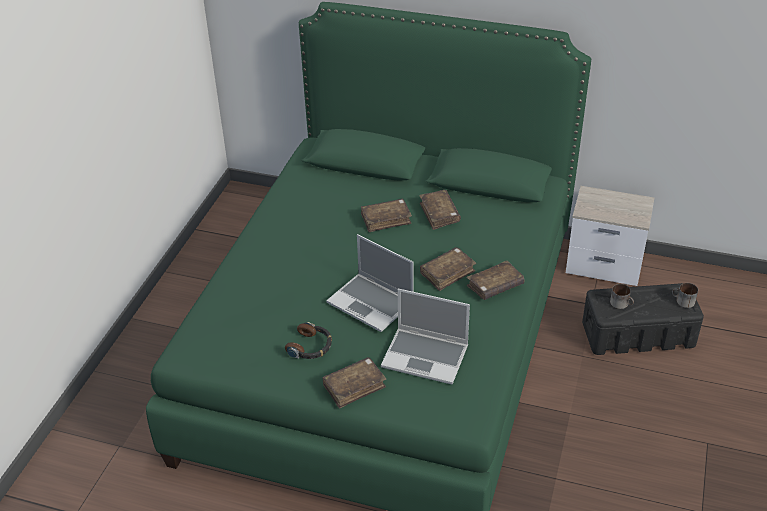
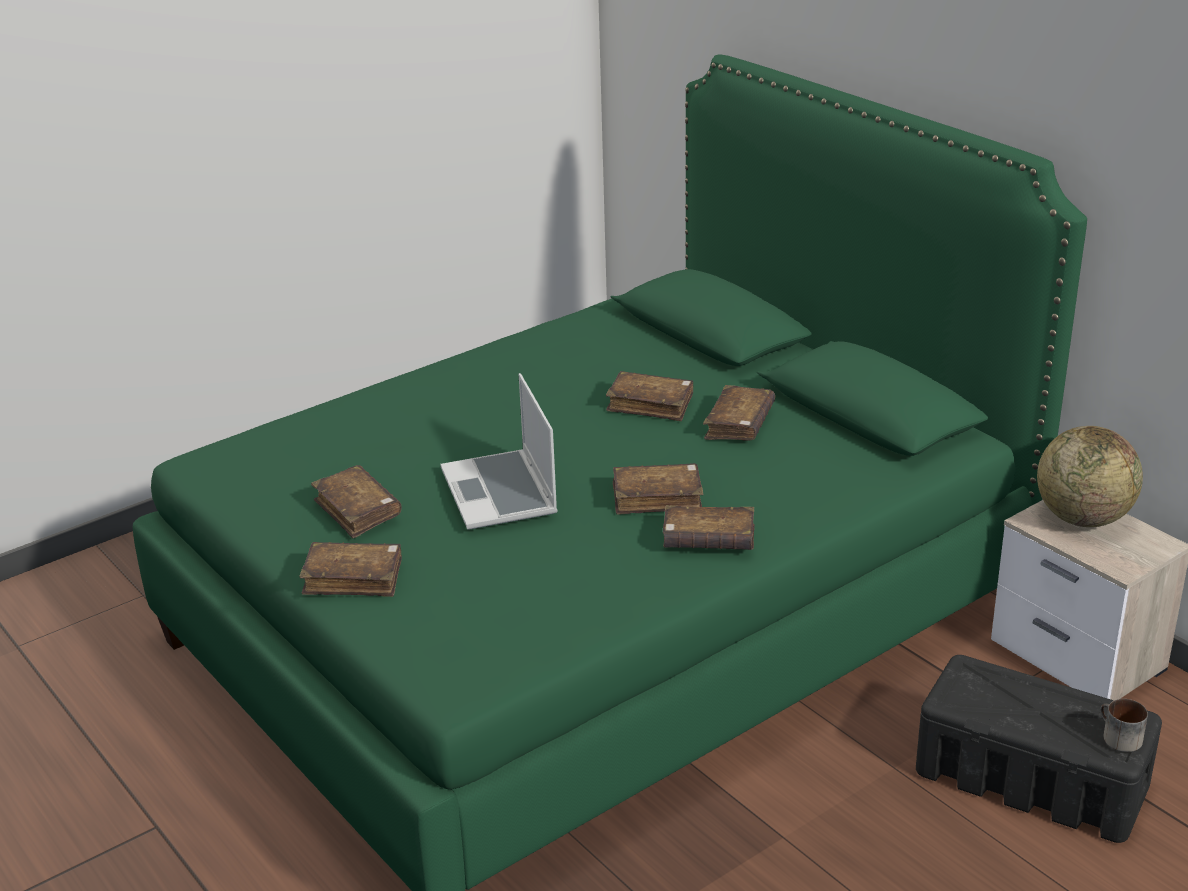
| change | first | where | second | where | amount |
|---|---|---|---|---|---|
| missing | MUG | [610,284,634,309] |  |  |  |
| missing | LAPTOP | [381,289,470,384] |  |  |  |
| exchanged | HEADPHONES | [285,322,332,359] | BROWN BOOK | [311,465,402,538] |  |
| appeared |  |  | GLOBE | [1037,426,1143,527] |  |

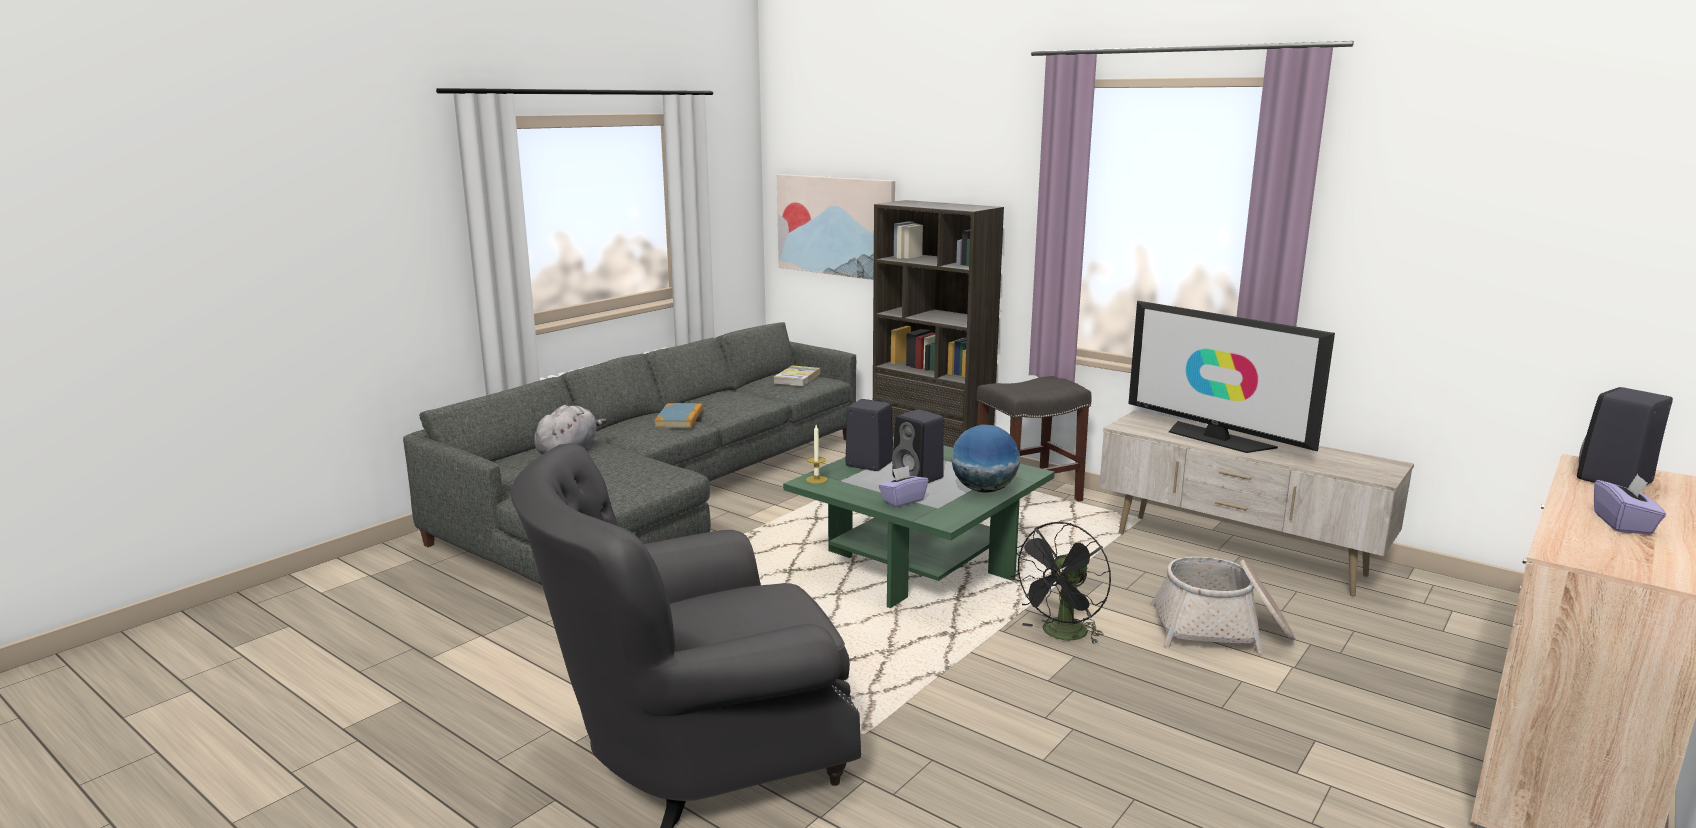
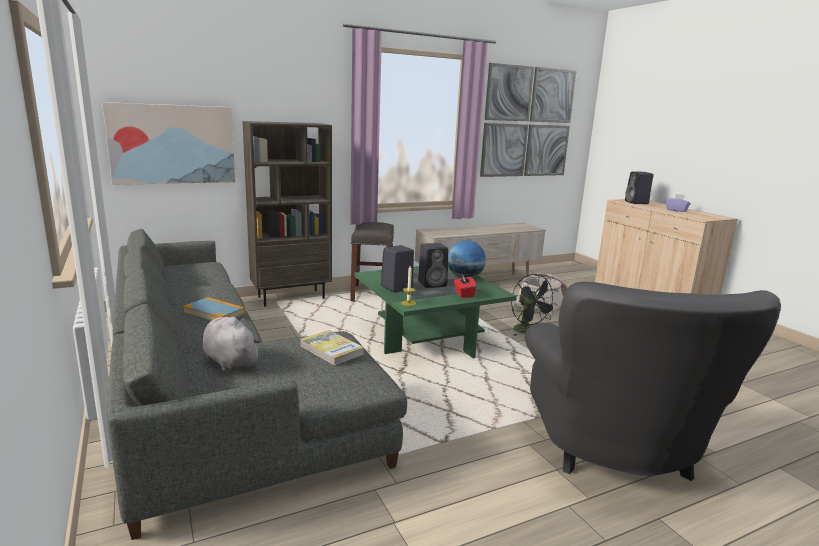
| change | first | where | second | where | amount |
|---|---|---|---|---|---|
| missing | TELEVISION | [1128,301,1335,453] |  |  |  |
| relocated | BOOK | [774,365,820,386] |  | [300,330,364,365] |  |
| colour | PURPLE TISSUE BOX | [879,466,929,507] | RED TISSUE BOX | [454,274,476,298] |  |
| appeared |  |  | PICTURE | [480,63,577,177] |  |

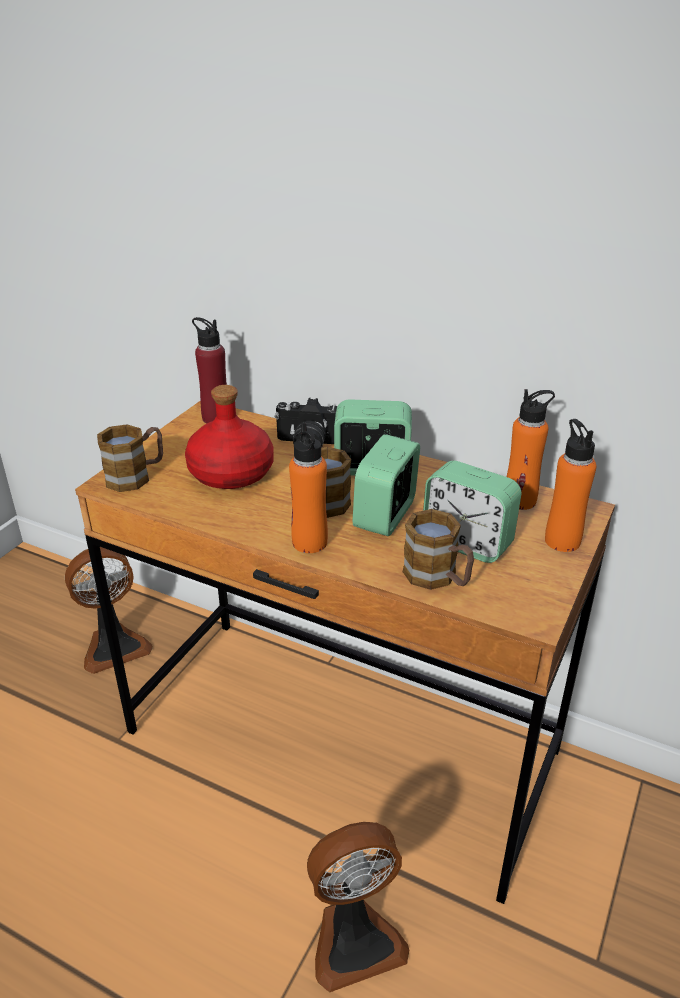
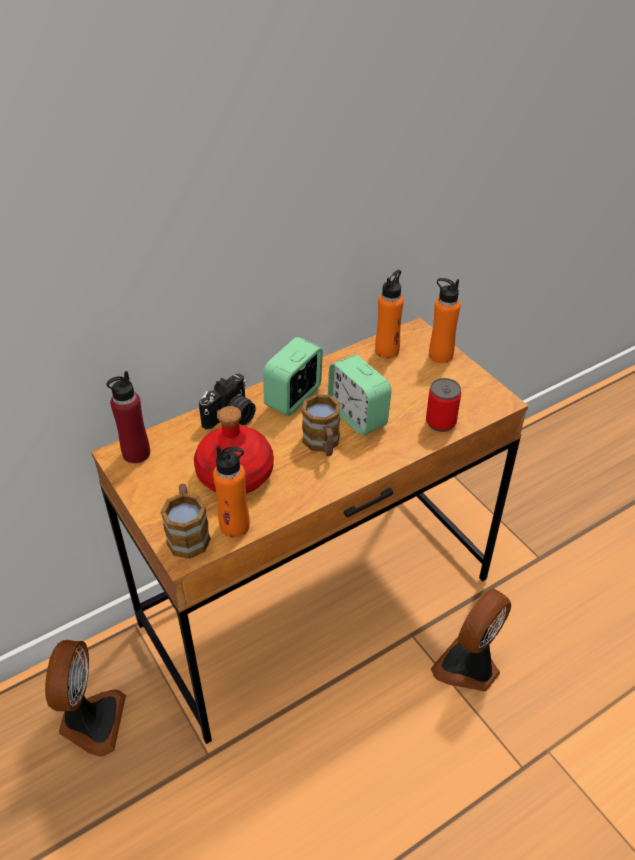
| change | first | where | second | where | amount |
|---|---|---|---|---|---|
| relocated | ORANGE BOTTLE | [289,422,328,553] |  | [213,446,250,537] |  |
| missing | ALARM CLOCK | [423,461,522,563] |  |  |  |
| exchanged | MUG | [403,509,474,590] | CAN | [426,378,461,432] |  |
| spun | FAN | [307,822,409,993] |  | [430,589,511,692] | 150 degrees counterclockwise |

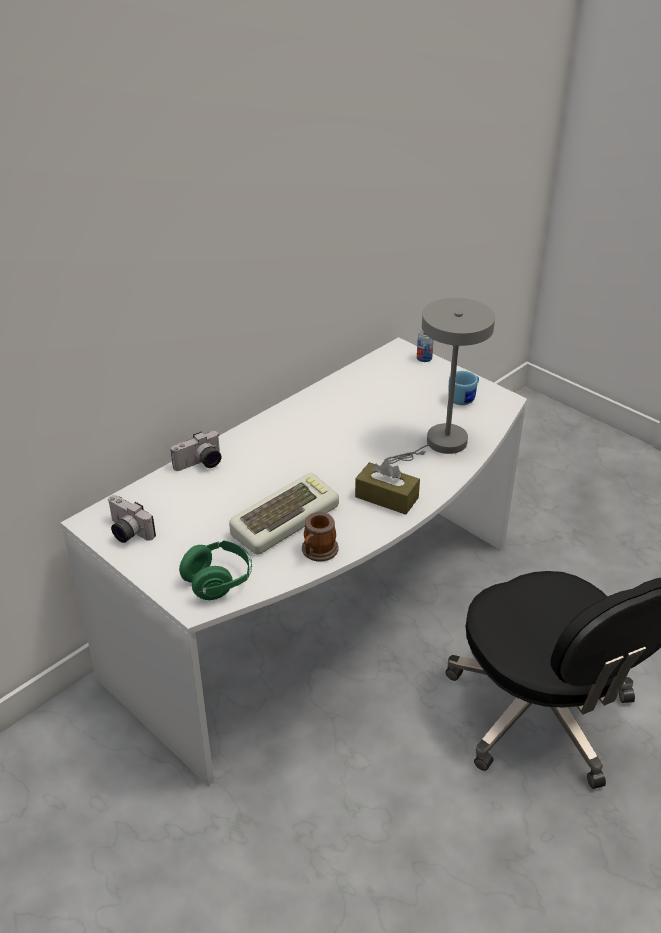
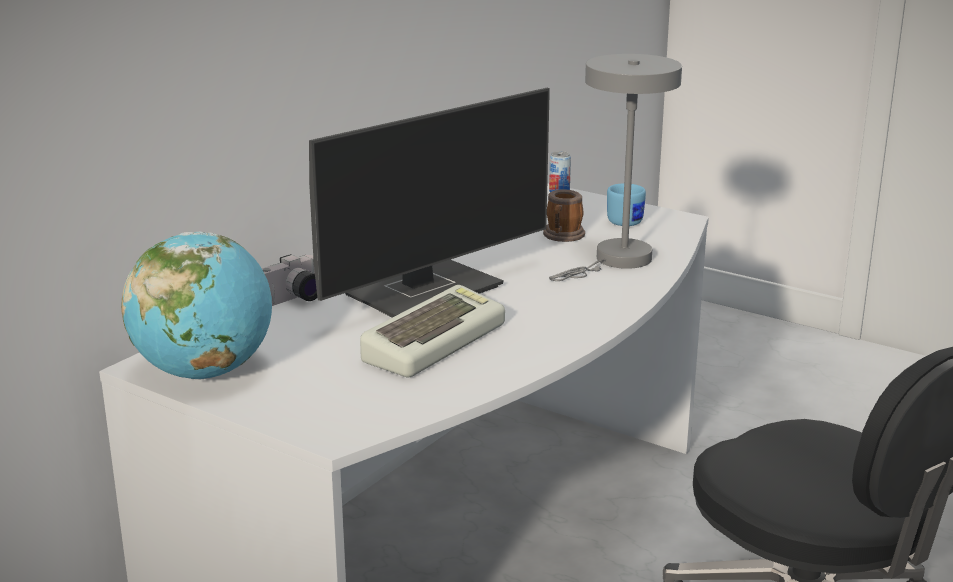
| change | first | where | second | where | amount |
|---|---|---|---|---|---|
| missing | BROWN TISSUE BOX | [355,460,420,515] |  |  |  |
| exchanged | PHOTO CAMERA | [108,495,156,543] | GLOBE | [121,232,272,379] |  |
| relocated | MUG | [302,512,339,562] |  | [543,189,585,242] |  |
| missing | GREEN HEADPHONES | [179,541,252,600] |  |  |  |
| appeared |  |  | MONITOR | [309,88,550,318] |  |

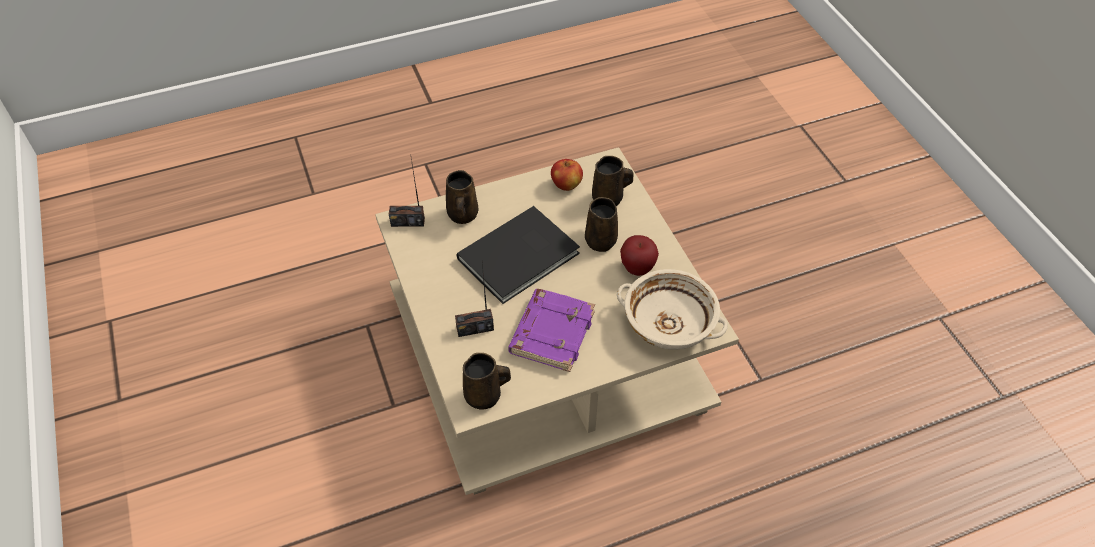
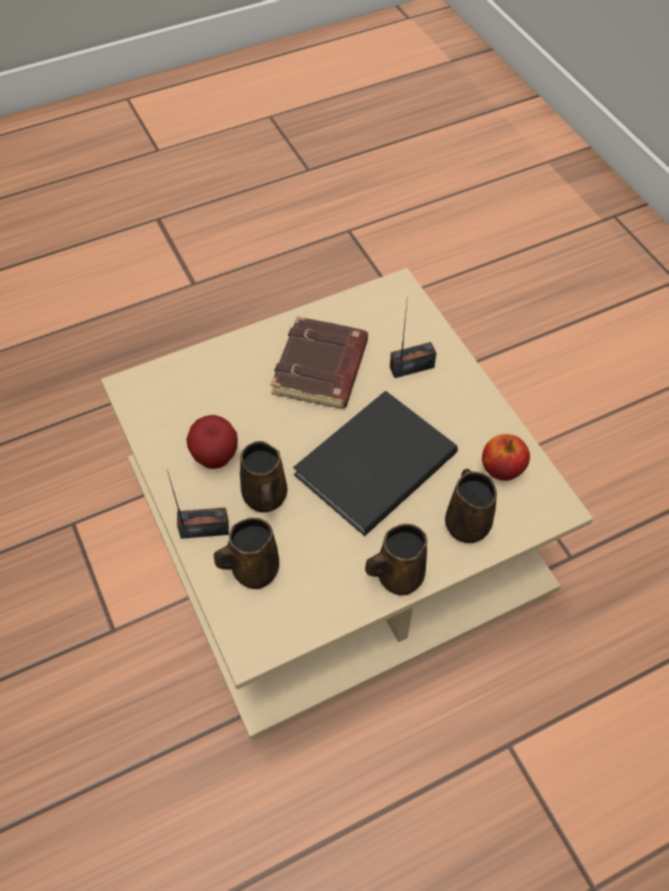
| change | first | where | second | where | amount |
|---|---|---|---|---|---|
| relocated | RADIO | [389,159,425,227] |  | [167,470,229,539] |  |
| relocated | APPLE | [551,159,583,191] |  | [482,434,530,481] |  |
| missing | BEIGE BOWL | [617,269,728,349] |  |  |  |
| colour | PURPLE BOOK | [508,289,595,372] | BROWN BOOK | [271,316,368,408] |  |
| relocated | BROWN MUG | [463,353,511,410] |  | [365,524,427,595] |  |

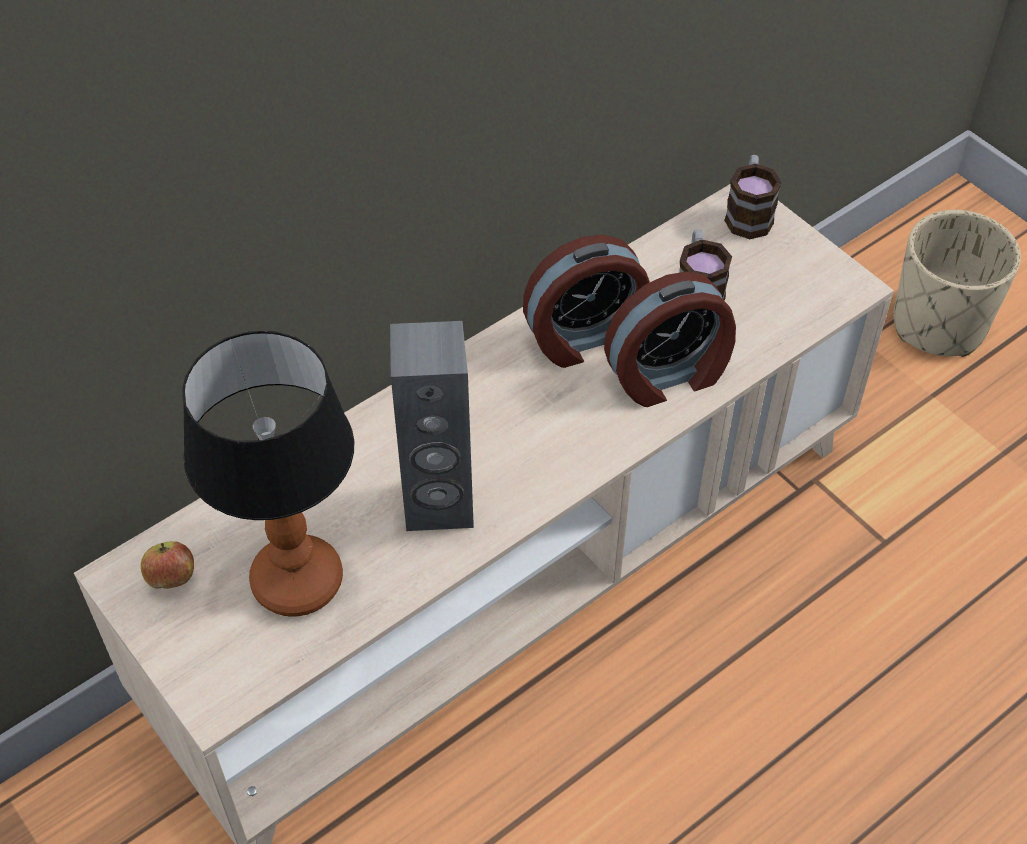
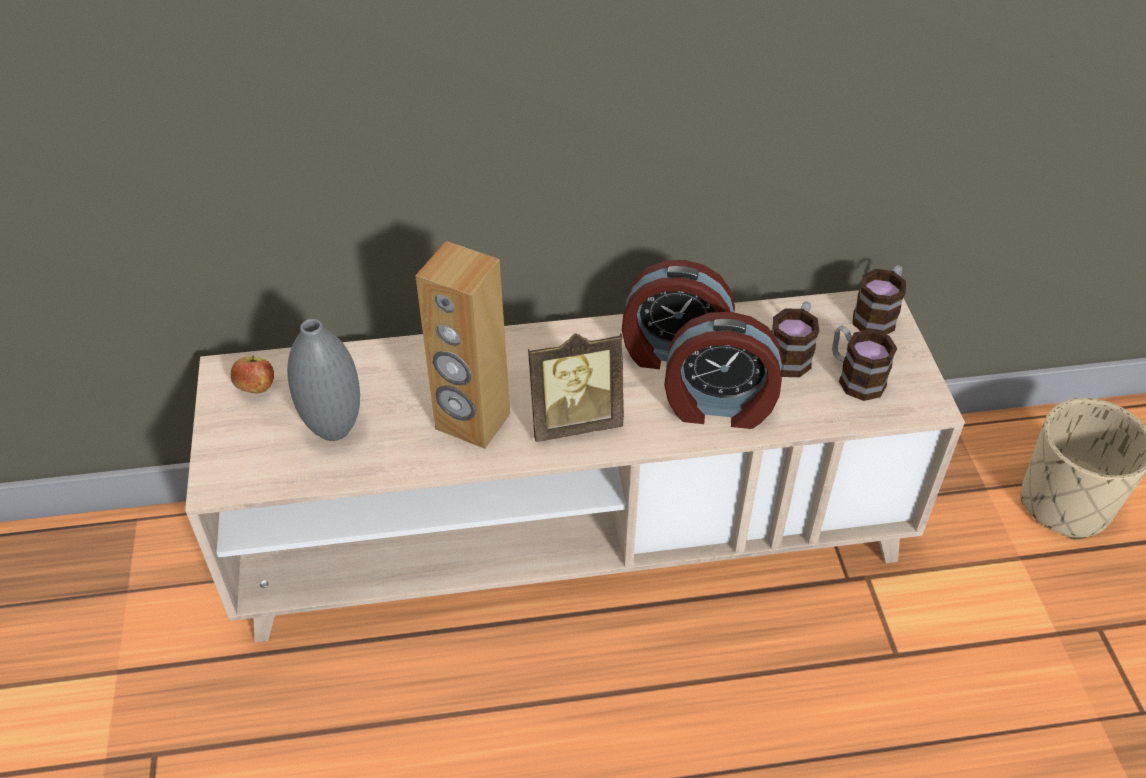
| change | first | where | second | where | amount |
|---|---|---|---|---|---|
| colour | GREY SPEAKER | [390,321,474,531] | BROWN SPEAKER | [415,241,510,449] |  |
| exchanged | TABLE LAMP | [182,331,354,617] | GREY VASE | [287,319,360,441] |  |
| appeared |  |  | MUG | [832,325,898,401] |  |
| appeared |  |  | PICTURE FRAME | [528,333,624,442] |  |

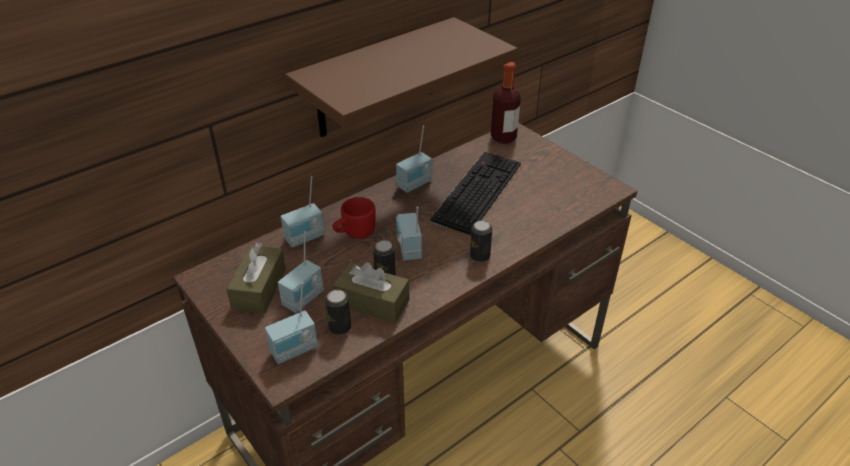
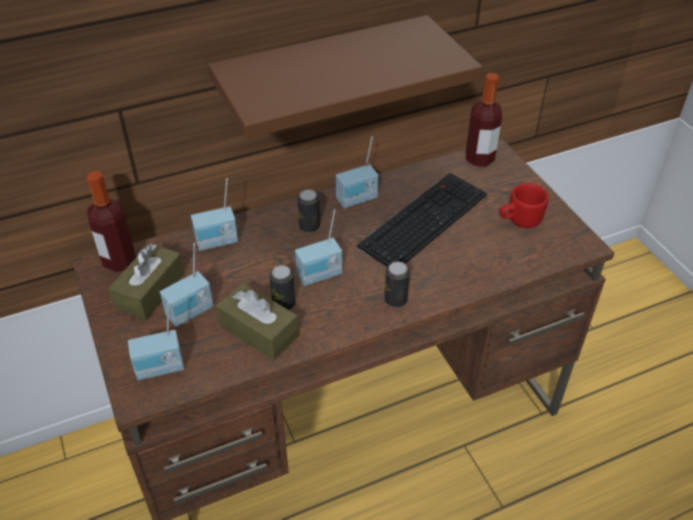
| change | first | where | second | where | amount |
|---|---|---|---|---|---|
| relocated | RED MUG | [333,197,375,239] |  | [499,183,549,228] |  |
| spun | RADIO | [396,206,422,260] |  | [295,209,342,286] | 120 degrees counterclockwise |
| relocated | CAN | [325,290,351,335] |  | [297,189,320,233] |  |
| appeared |  |  | BOTTLE | [87,171,136,272] |  |

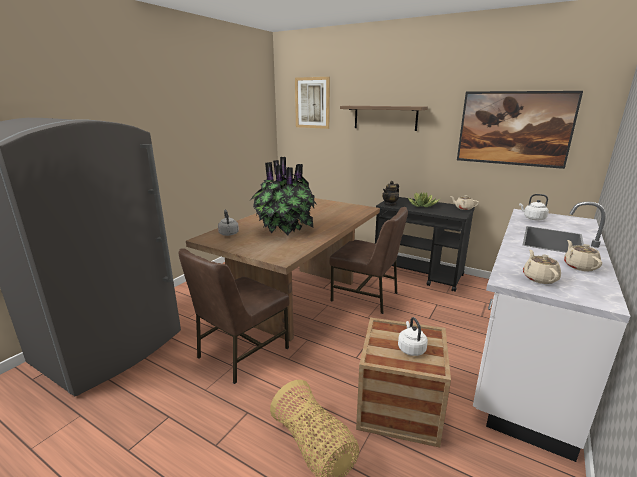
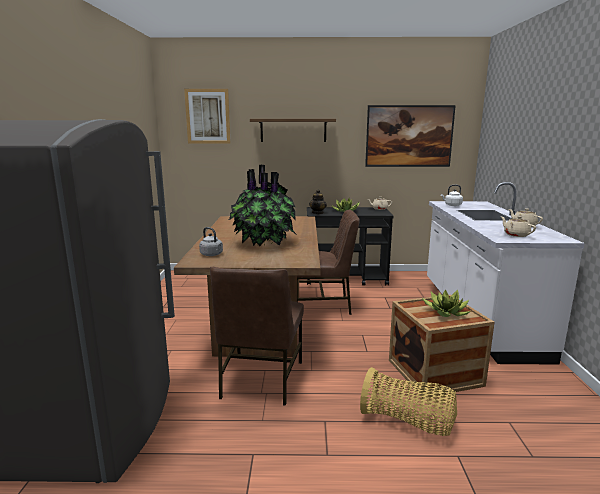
| change | first | where | second | where | amount |
|---|---|---|---|---|---|
| exchanged | WHITE KETTLE | [398,317,428,356] | POTTED PLANT | [422,289,471,317] |  |

